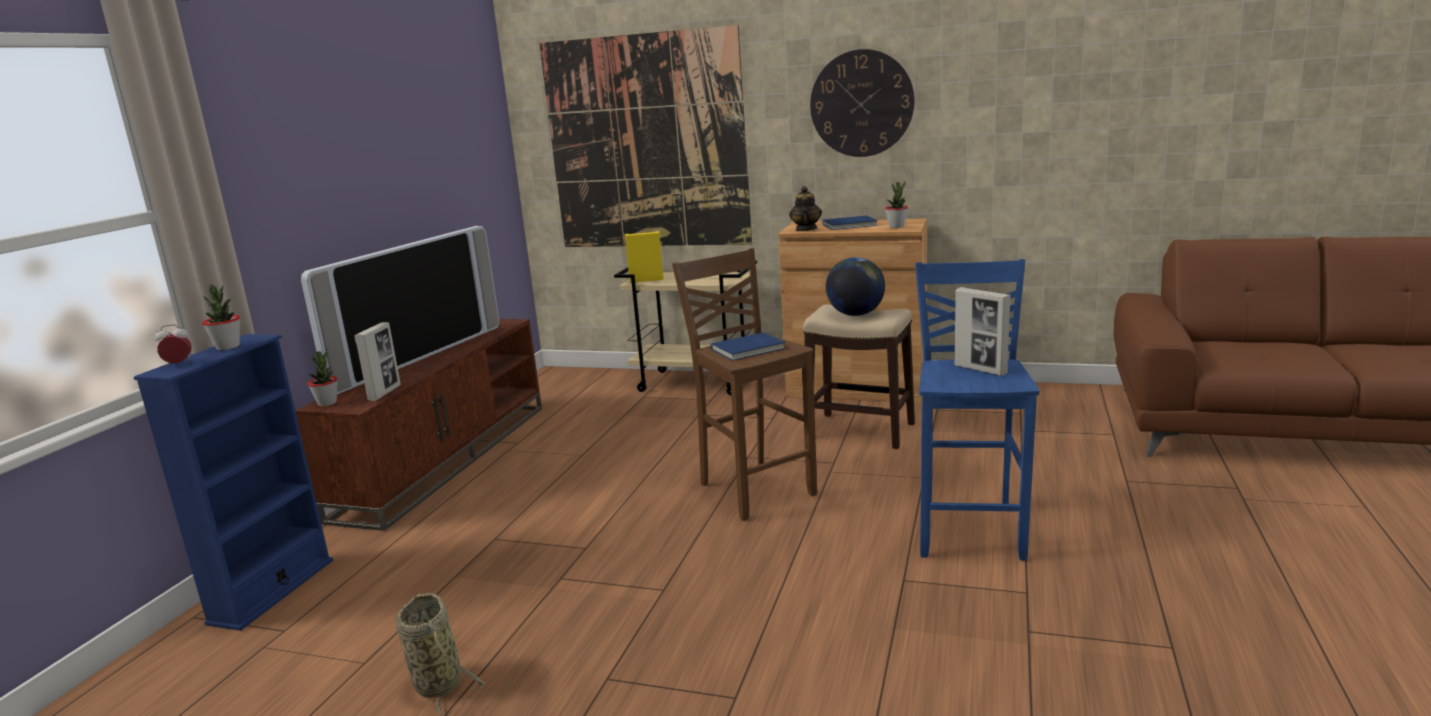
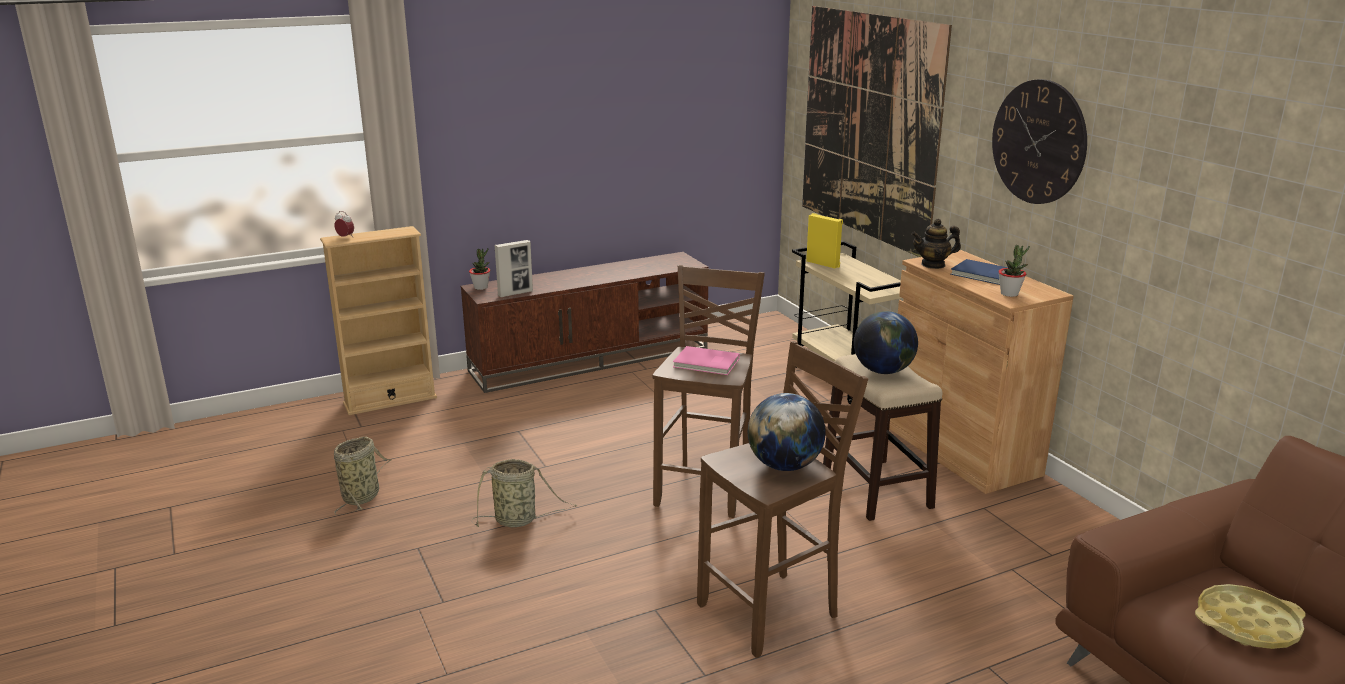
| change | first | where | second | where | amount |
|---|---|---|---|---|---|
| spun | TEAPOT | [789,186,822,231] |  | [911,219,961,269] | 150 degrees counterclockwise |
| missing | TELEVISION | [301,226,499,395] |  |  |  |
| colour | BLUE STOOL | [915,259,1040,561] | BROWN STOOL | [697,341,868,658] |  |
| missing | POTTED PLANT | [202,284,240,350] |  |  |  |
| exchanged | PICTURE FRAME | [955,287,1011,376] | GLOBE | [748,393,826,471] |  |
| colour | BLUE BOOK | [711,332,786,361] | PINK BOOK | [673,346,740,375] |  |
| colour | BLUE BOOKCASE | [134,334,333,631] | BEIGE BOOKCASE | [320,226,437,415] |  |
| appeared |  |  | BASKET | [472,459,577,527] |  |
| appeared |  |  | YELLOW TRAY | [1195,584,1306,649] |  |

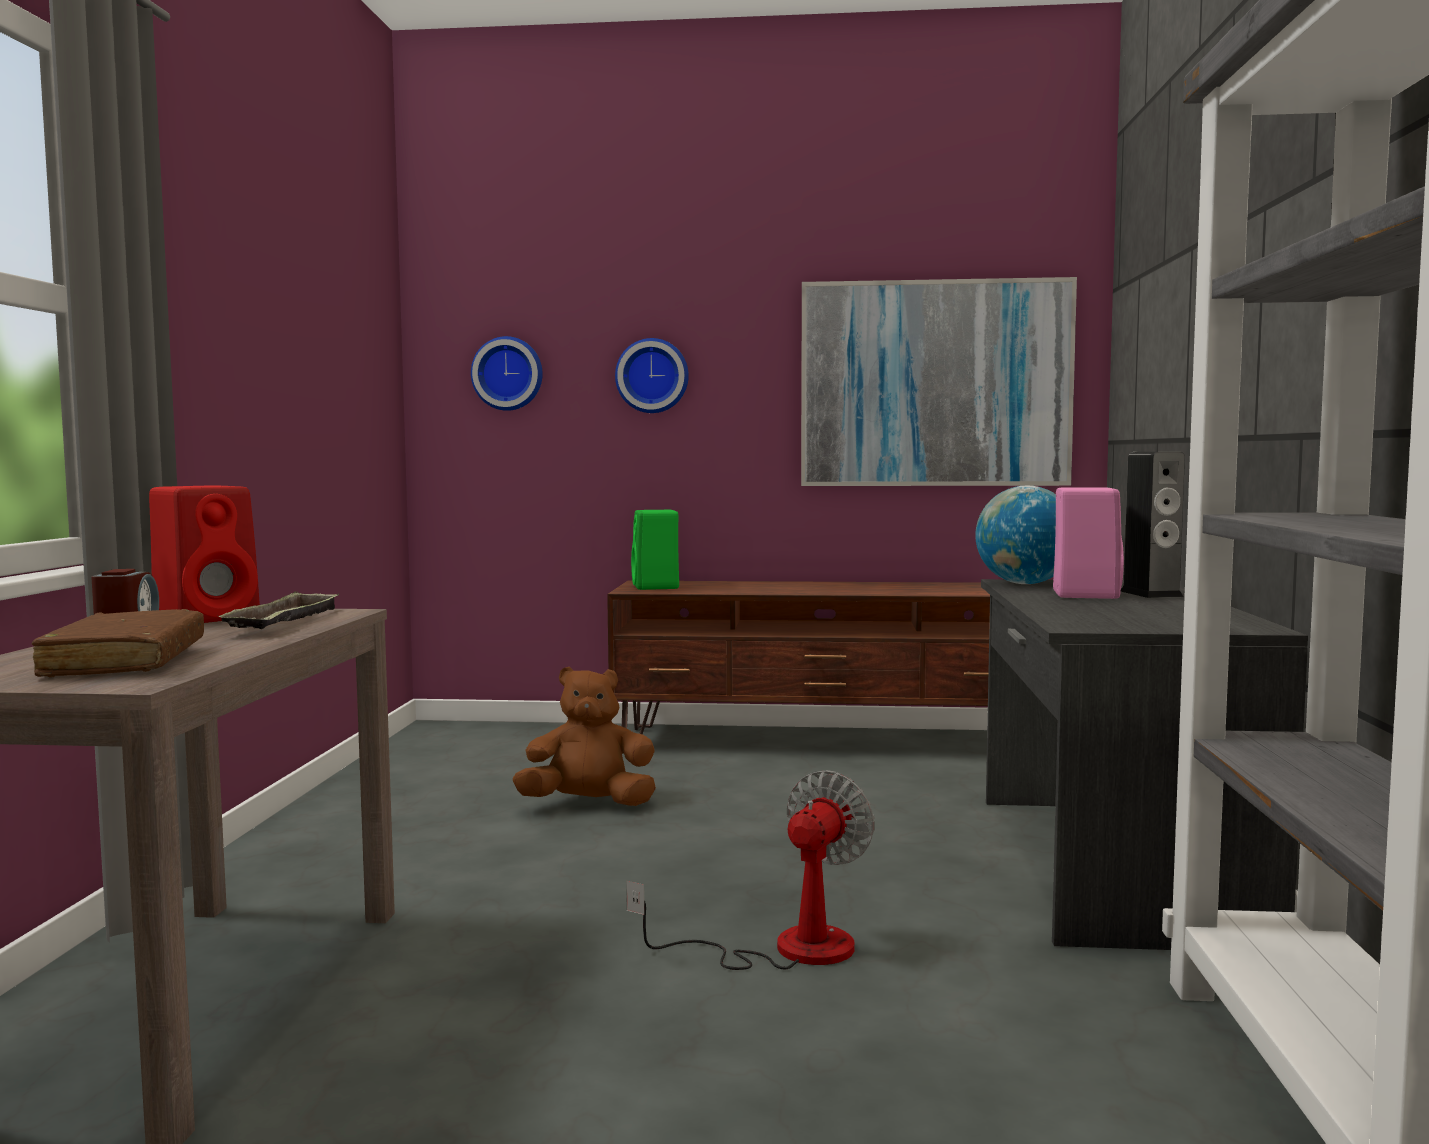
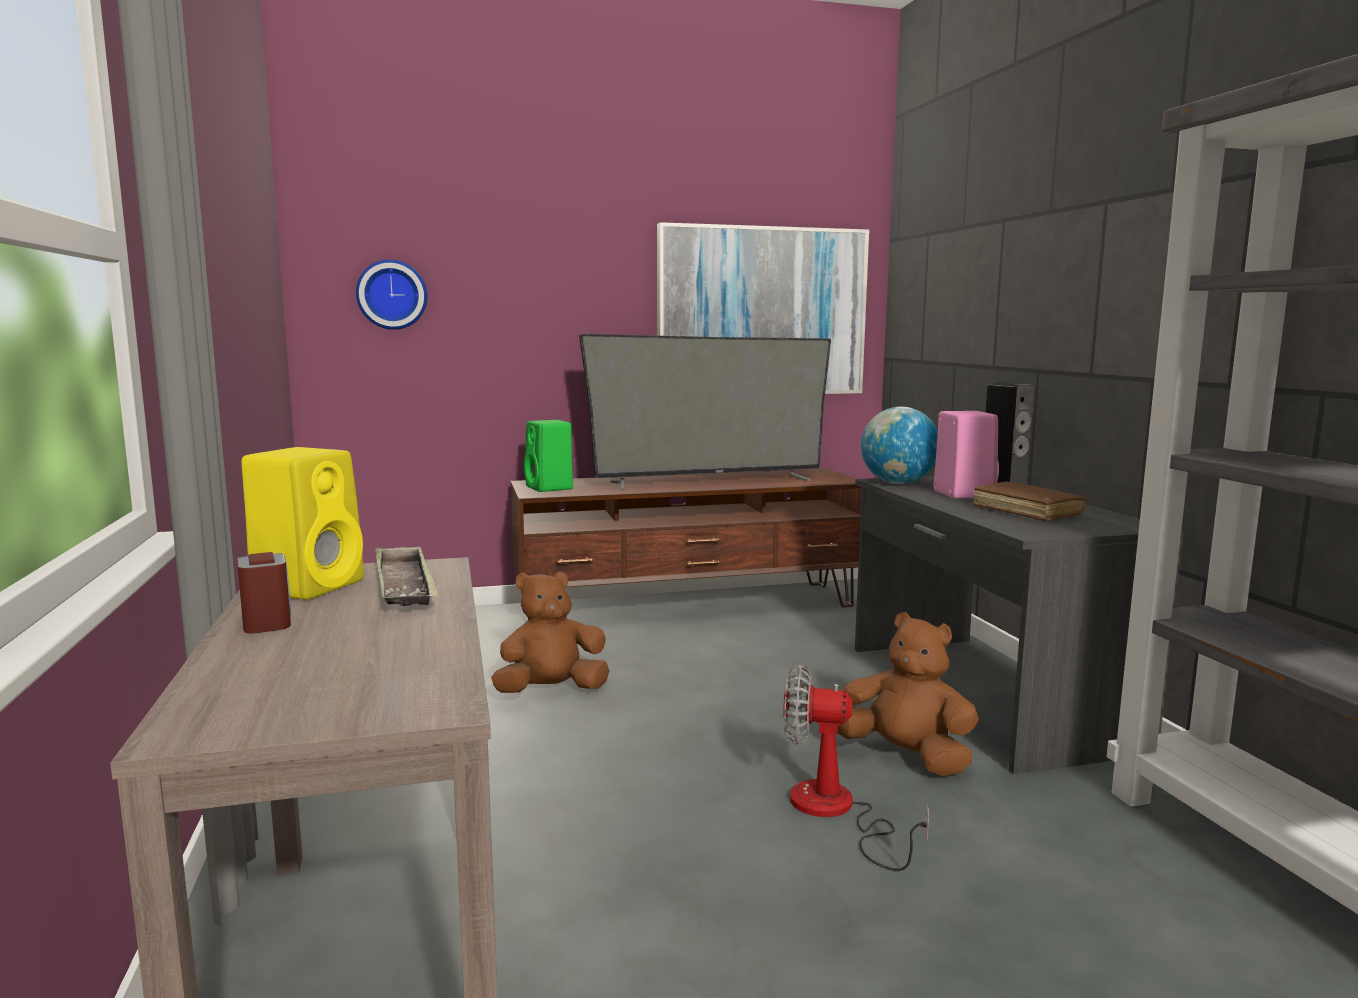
| change | first | where | second | where | amount |
|---|---|---|---|---|---|
| missing | WALL CLOCK | [615,338,689,413] |  |  |  |
| colour | RED SPEAKER | [149,485,260,623] | YELLOW SPEAKER | [241,447,364,600] |  |
| relocated | BROWN BOOK | [32,609,204,677] |  | [973,481,1087,521] |  |
| spun | FAN | [626,770,875,970] |  | [783,664,929,871] | 90 degrees counterclockwise |
| appeared |  |  | TELEVISION | [579,334,831,491] |  |
| appeared |  |  | BROWN PLUSH TOY | [837,612,979,776] |  |

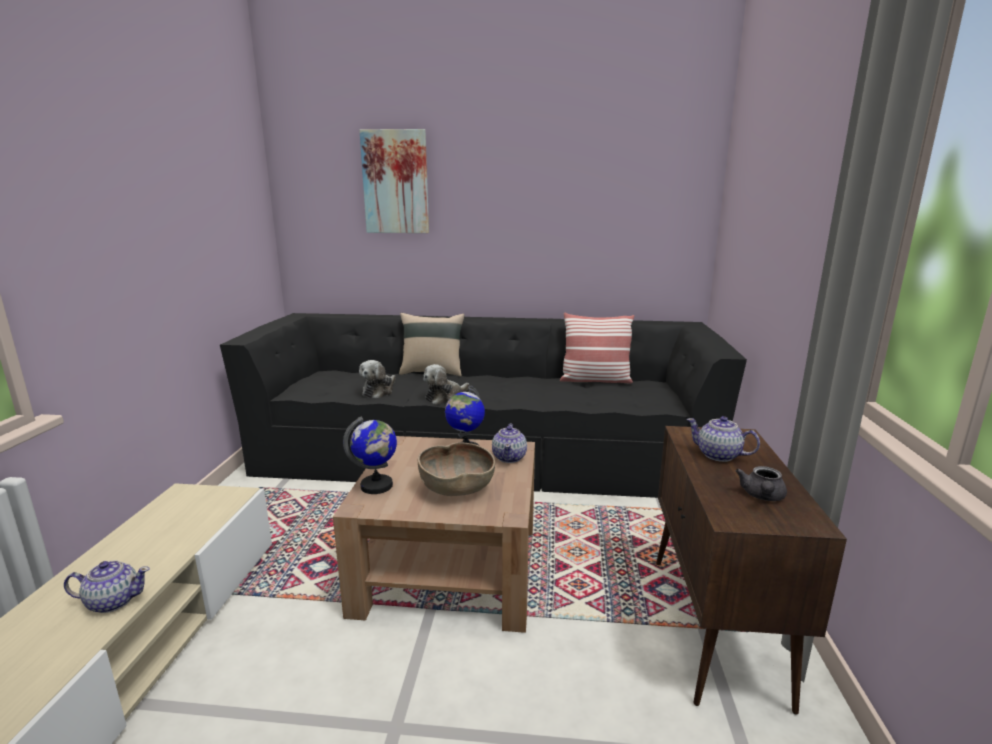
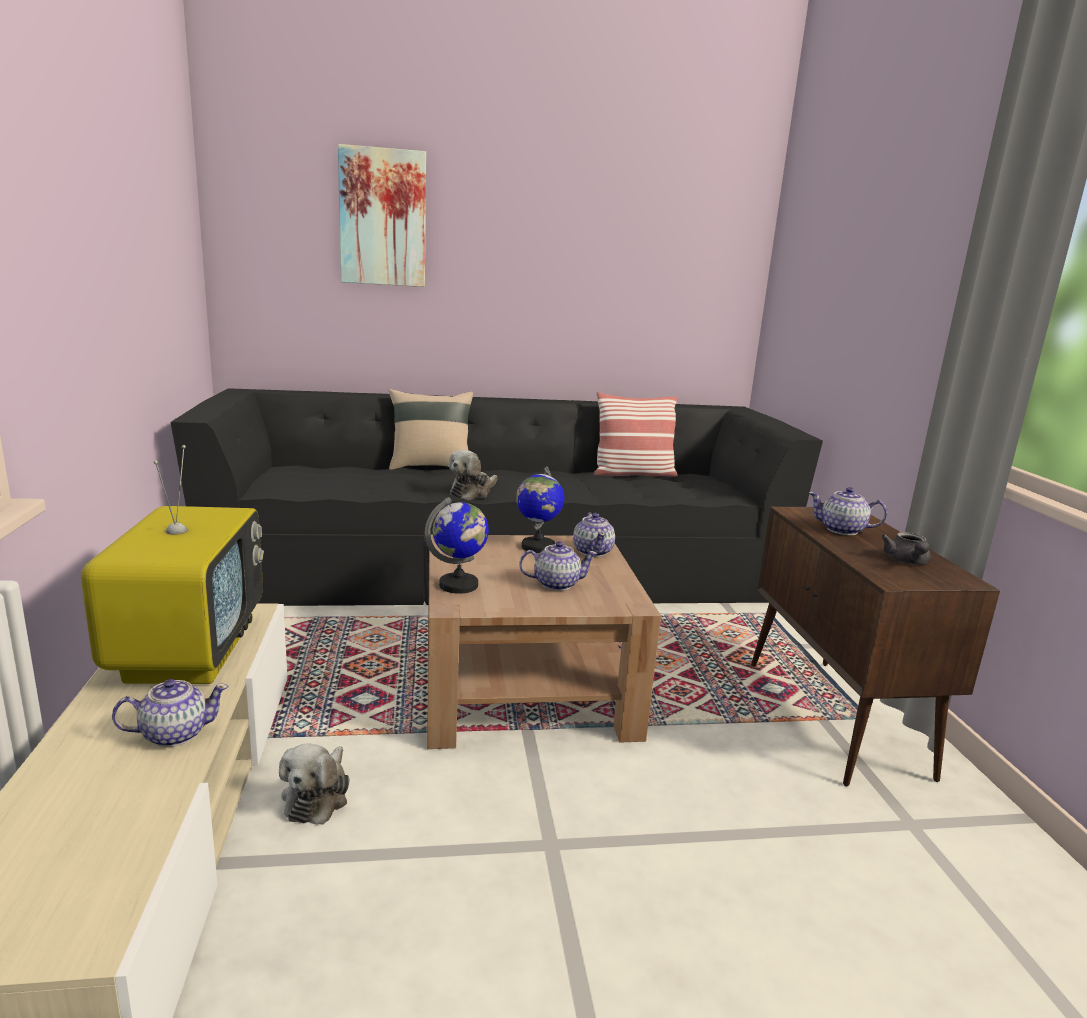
| change | first | where | second | where | amount |
|---|---|---|---|---|---|
| relocated | PLUSH TOY | [359,360,396,398] |  | [279,743,349,825] |  |
| exchanged | BROWN BOWL | [418,442,495,496] | TEAPOT | [519,541,598,591] |  |
| appeared |  |  | TELEVISION | [81,445,264,684] |  |

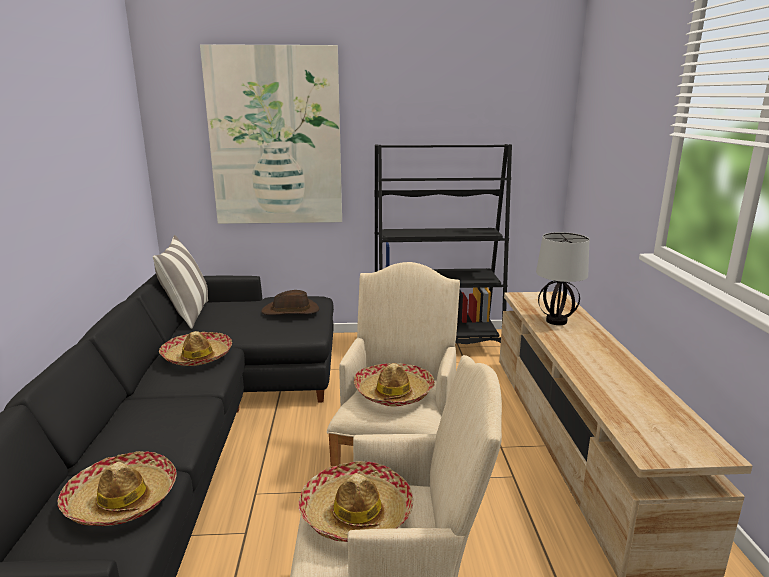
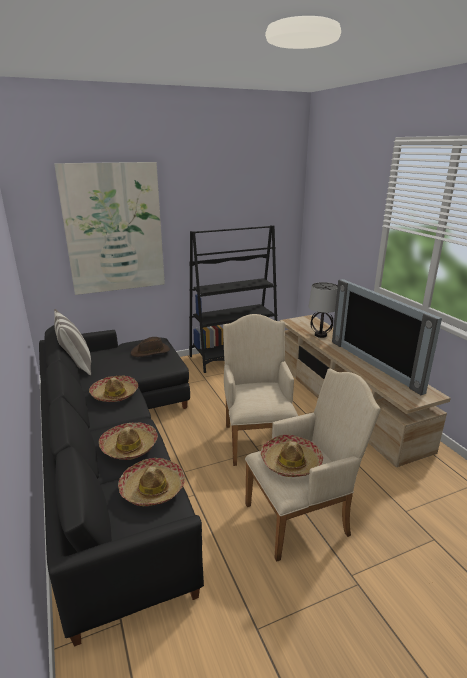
| change | first | where | second | where | amount |
|---|---|---|---|---|---|
| relocated | HAT | [354,363,435,406] |  | [99,423,158,460] |  |
| appeared |  |  | TELEVISION | [332,279,442,395] |  |

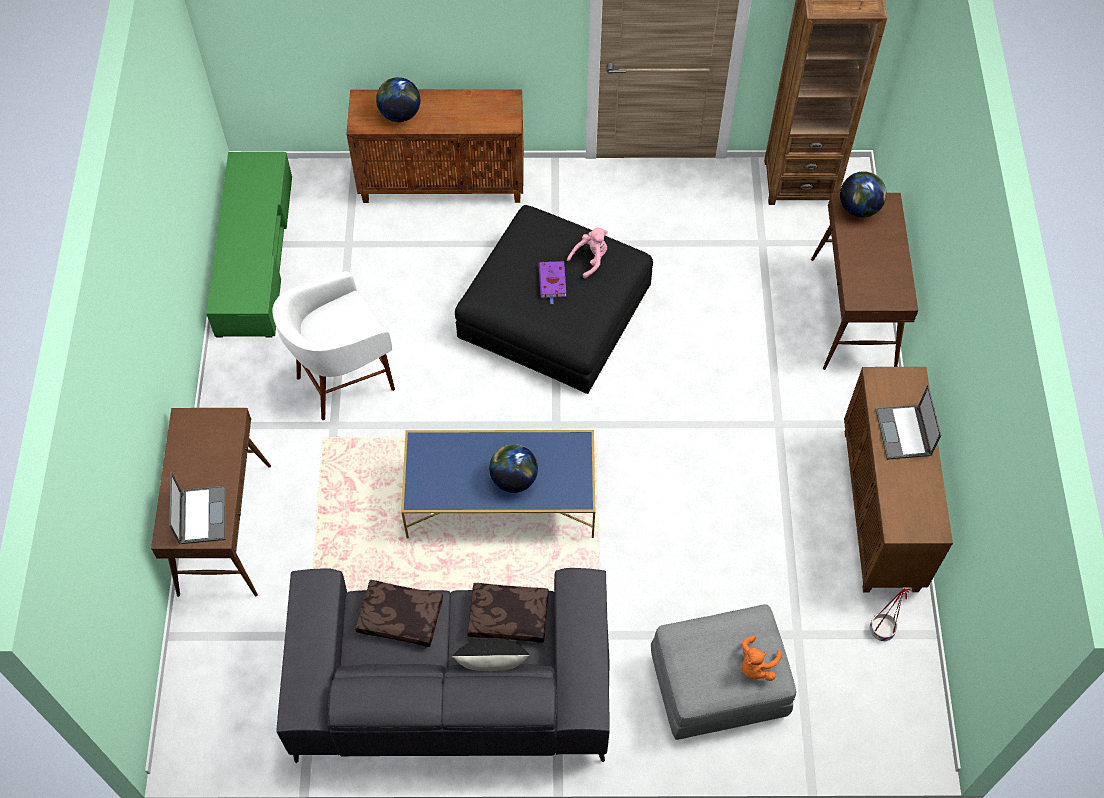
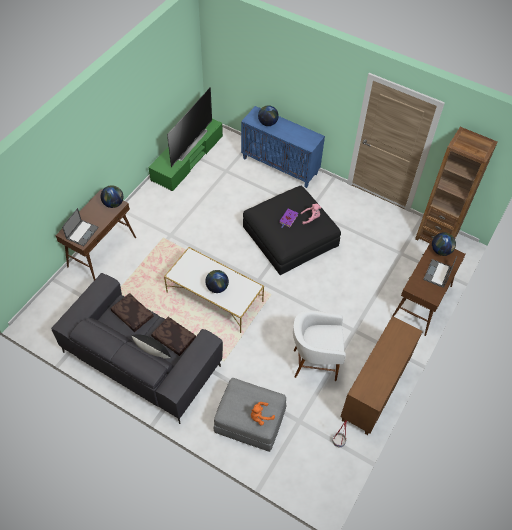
| change | first | where | second | where | amount |
|---|---|---|---|---|---|
| colour | BROWN CABINET | [347,89,524,203] | BLUE CABINET | [241,106,325,188] |  |
| relocated | WHITE STOOL | [272,271,395,420] |  | [293,310,346,381] |  |
| relocated | LAPTOP | [875,385,941,460] |  | [423,256,457,287] |  |
| colour | BLUE COFFEE TABLE | [401,430,595,538] | WHITE COFFEE TABLE | [164,247,264,333] |  |
| appeared |  |  | TELEVISION | [167,87,212,167] |  |
| appeared |  |  | GLOBE | [101,185,123,208] |  |

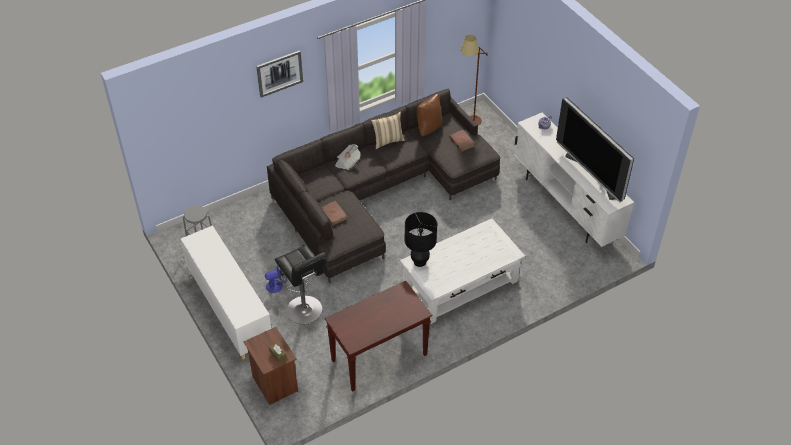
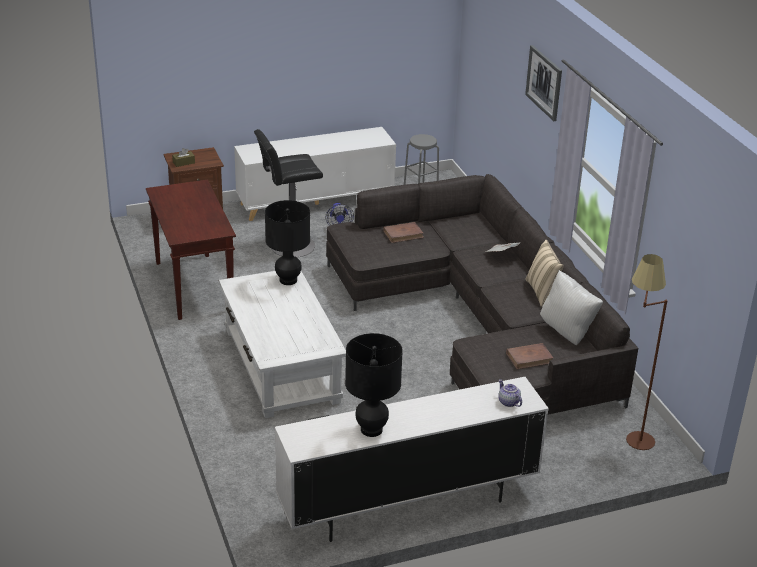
| change | first | where | second | where | amount |
|---|---|---|---|---|---|
| colour | BROWN PILLOW | [417,93,442,136] | WHITE PILLOW | [540,270,603,345] |  |
| exchanged | TELEVISION | [556,97,634,203] | BLACK TABLE LAMP | [345,333,403,437] |  |

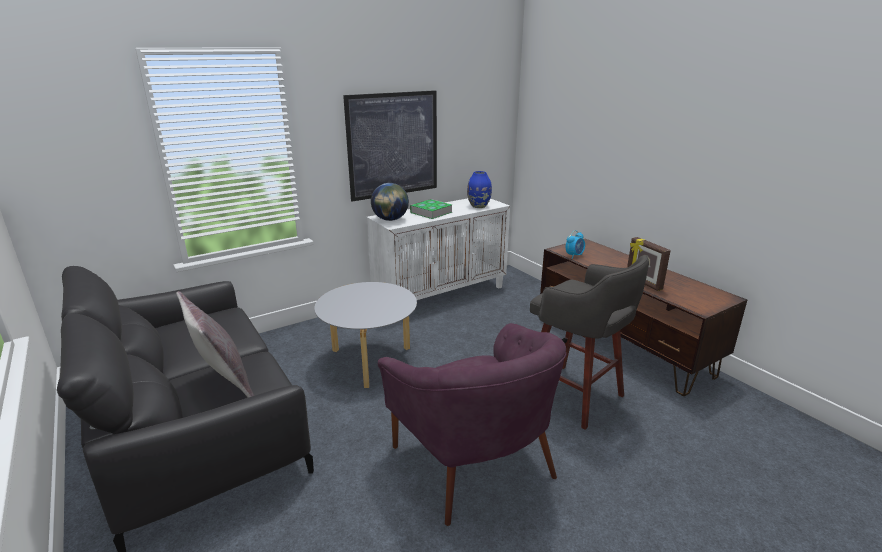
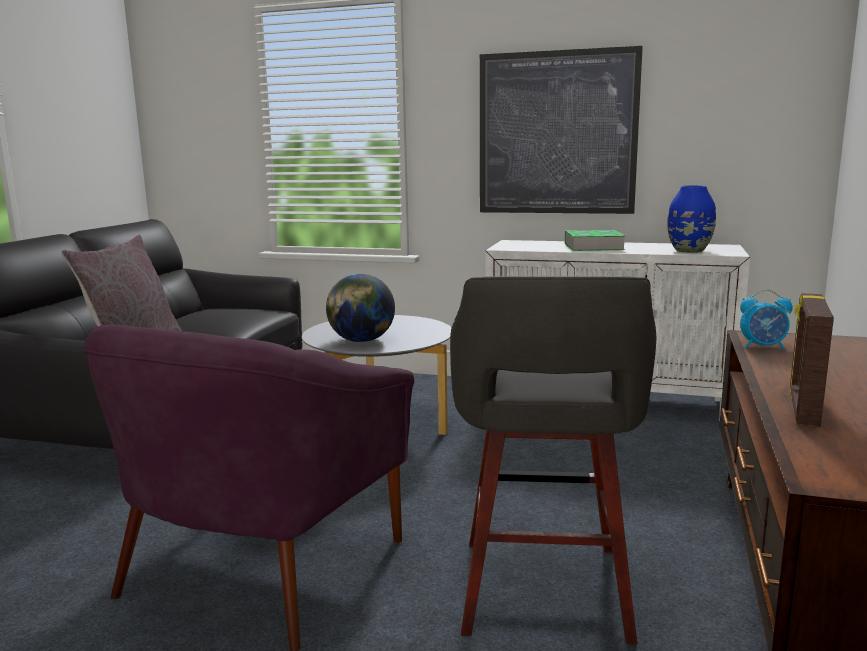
| change | first | where | second | where | amount |
|---|---|---|---|---|---|
| relocated | GLOBE | [371,183,409,221] |  | [326,274,395,342] |  |

